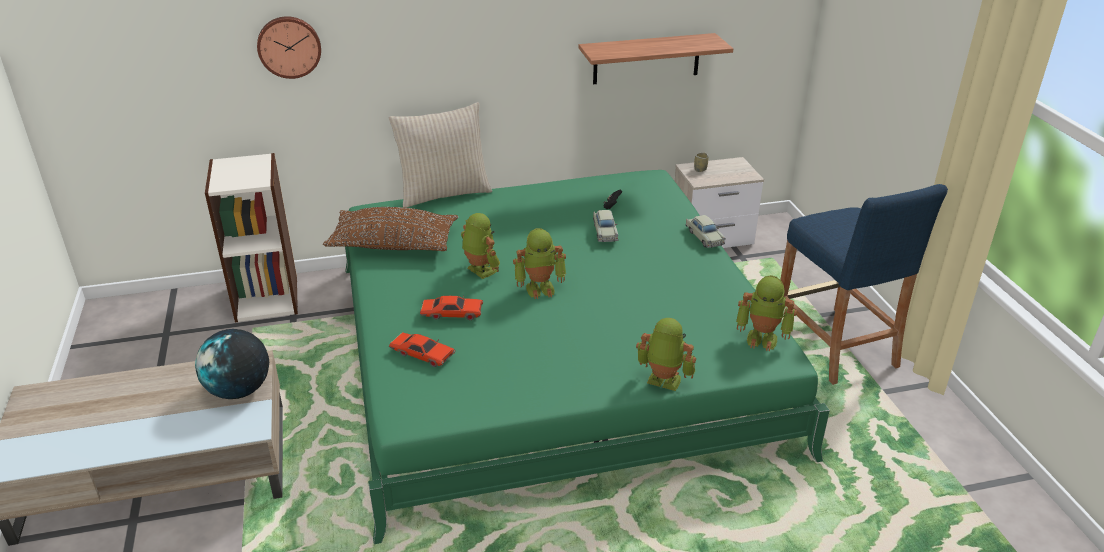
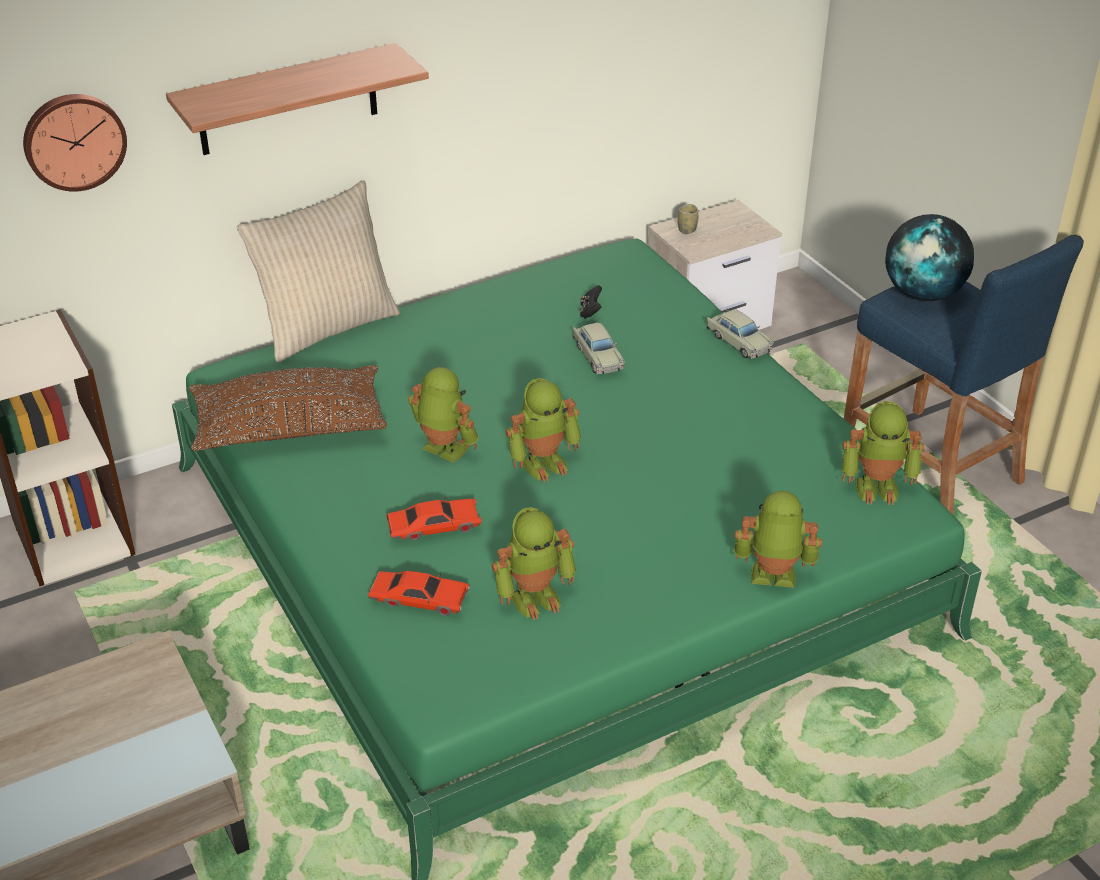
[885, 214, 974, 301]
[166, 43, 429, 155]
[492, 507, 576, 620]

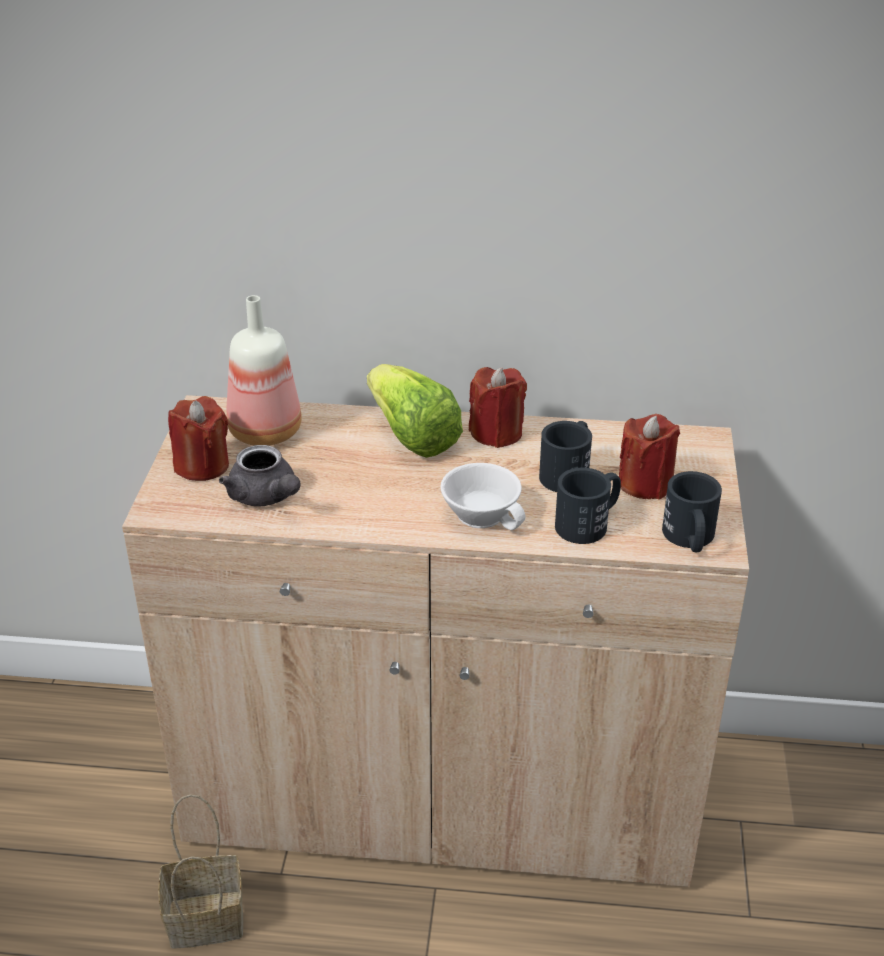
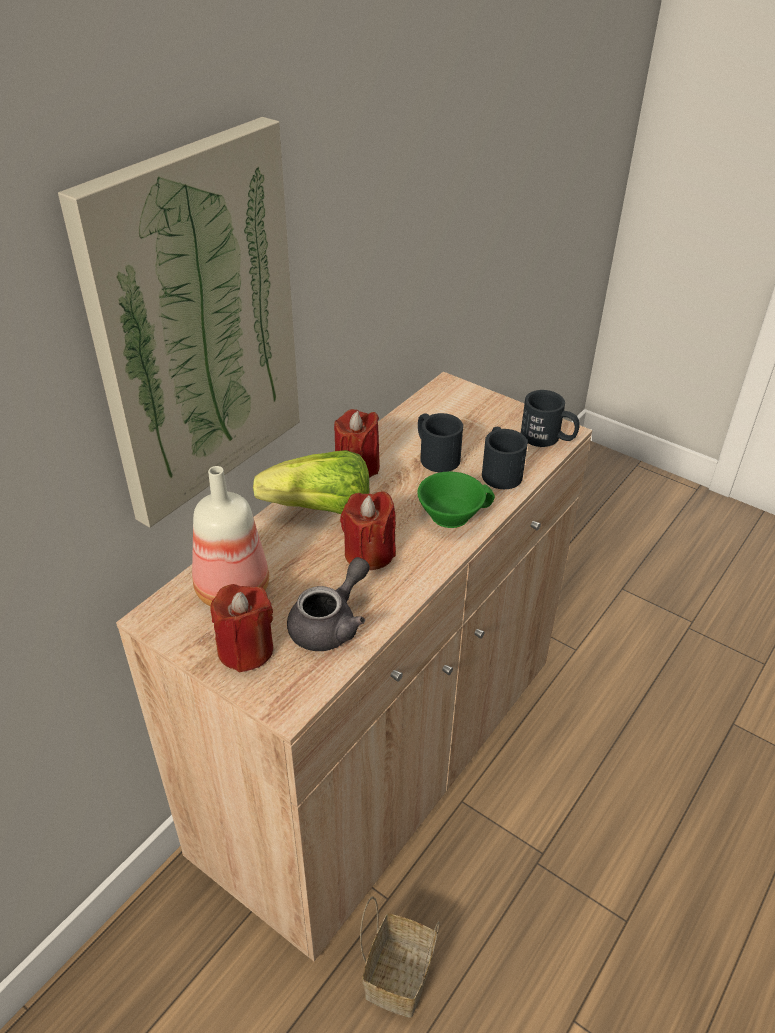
[287, 557, 370, 651]
[417, 471, 495, 528]
[340, 491, 396, 570]
[58, 117, 300, 528]

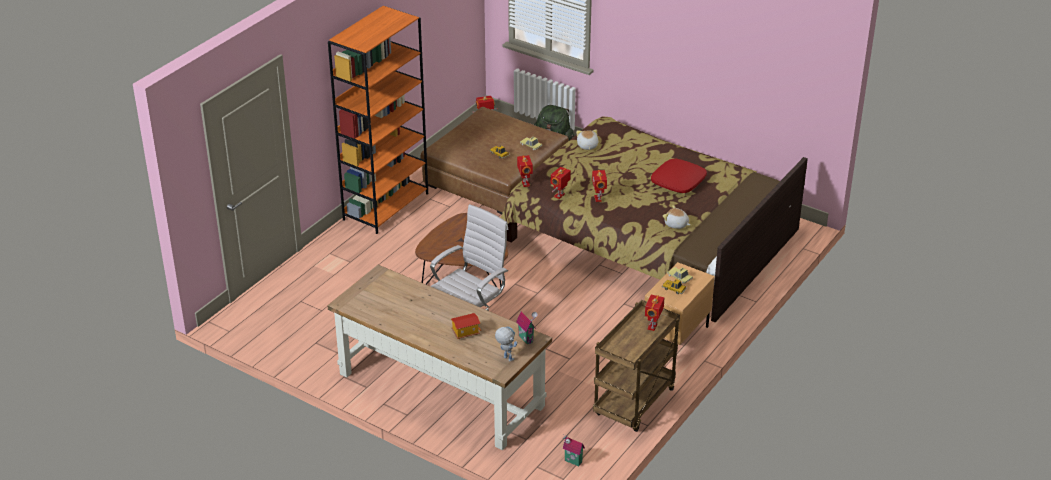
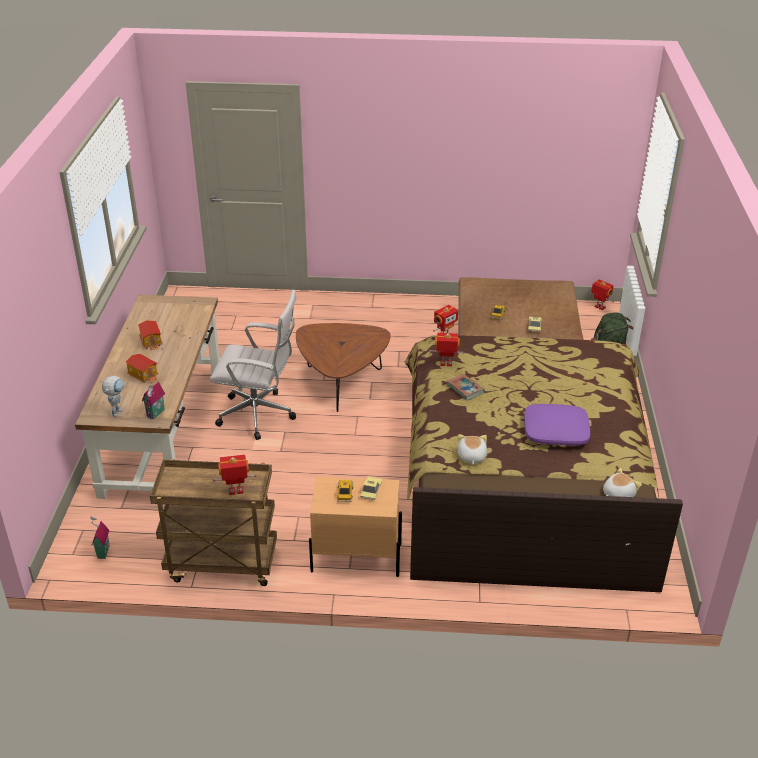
[328, 6, 428, 234] (first image)
[603, 468, 642, 497]
[447, 374, 485, 400]
[524, 404, 591, 445]
[138, 320, 163, 350]

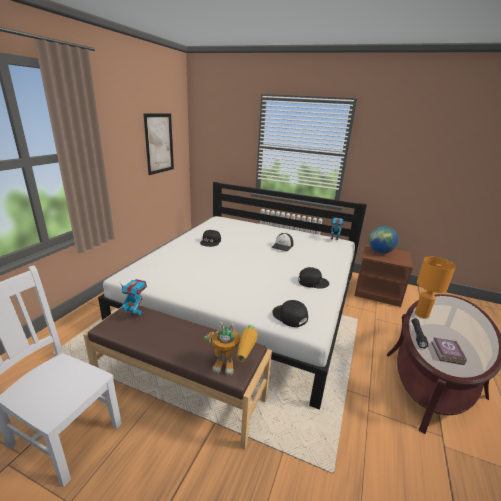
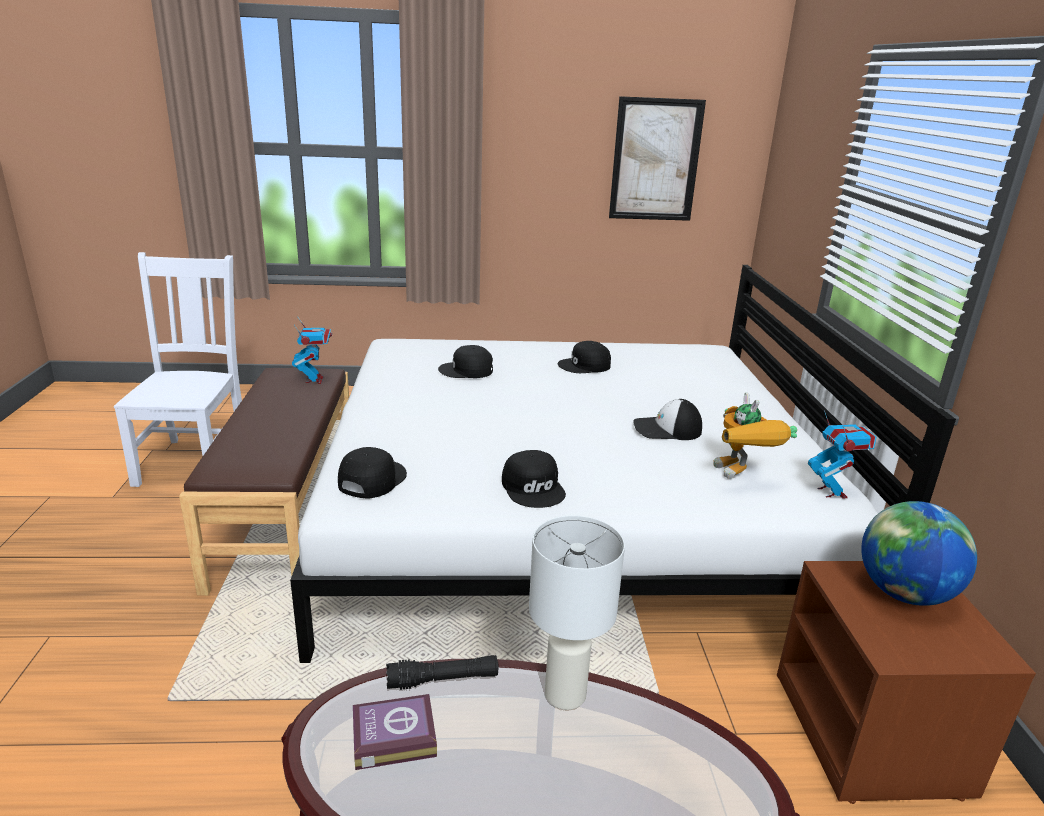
[713, 392, 797, 479]
[529, 515, 625, 710]
[438, 345, 493, 378]

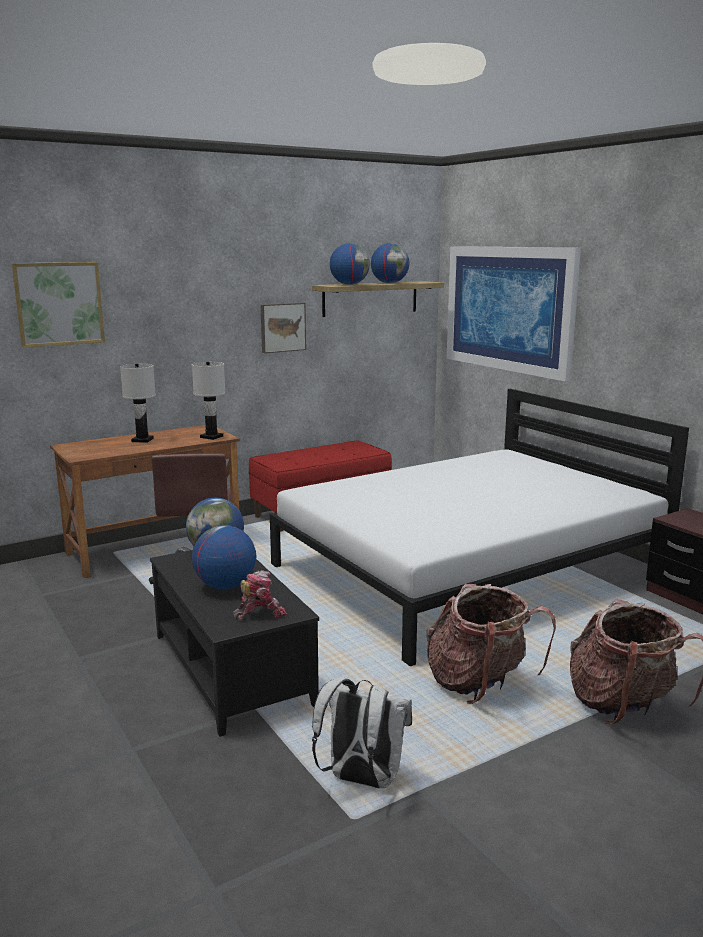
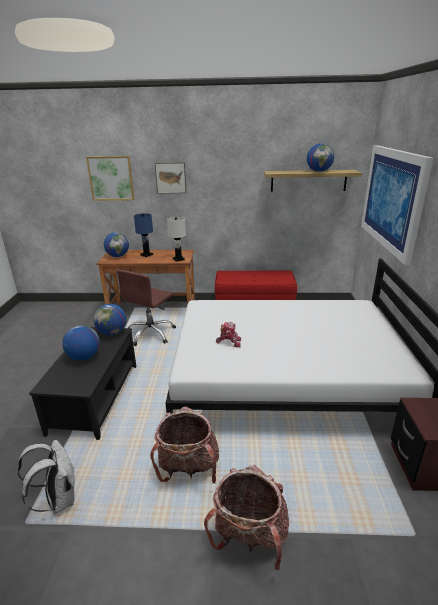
[134, 213, 153, 257]
[216, 322, 241, 347]
[155, 162, 187, 194]
[104, 233, 129, 257]

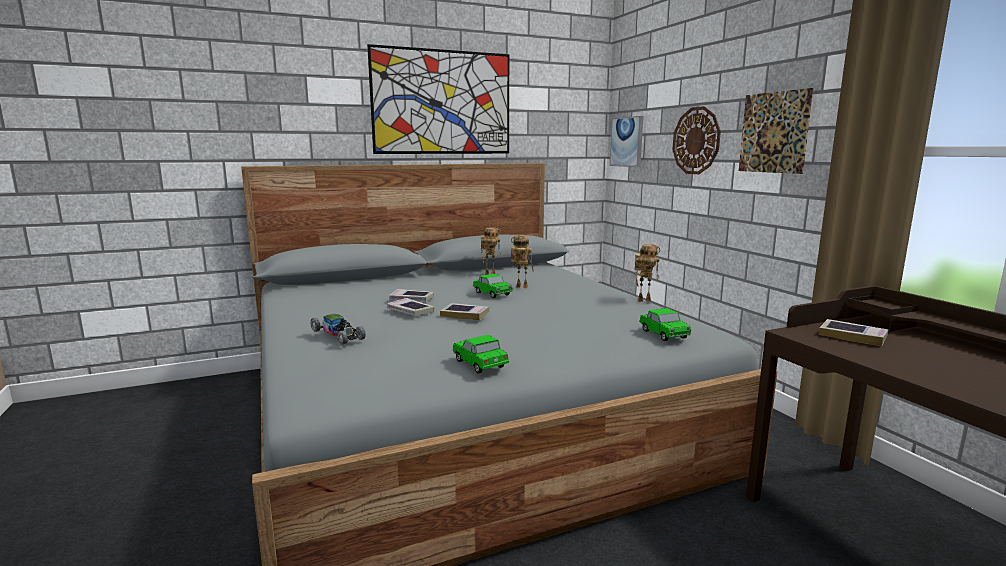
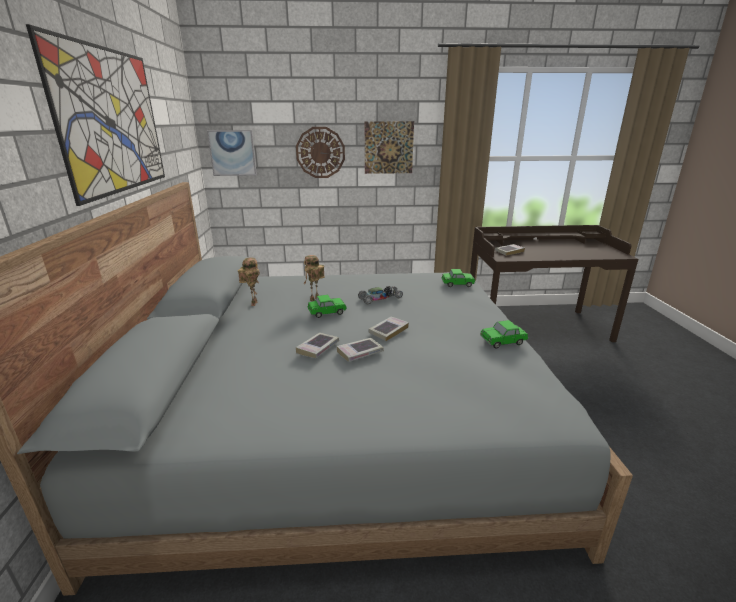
[358, 286, 403, 304]
[634, 244, 660, 302] (first image)

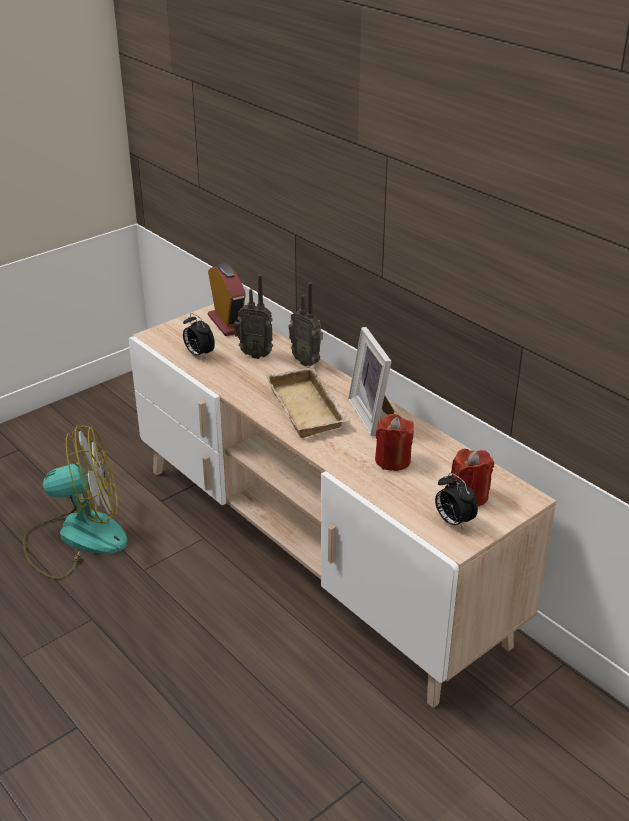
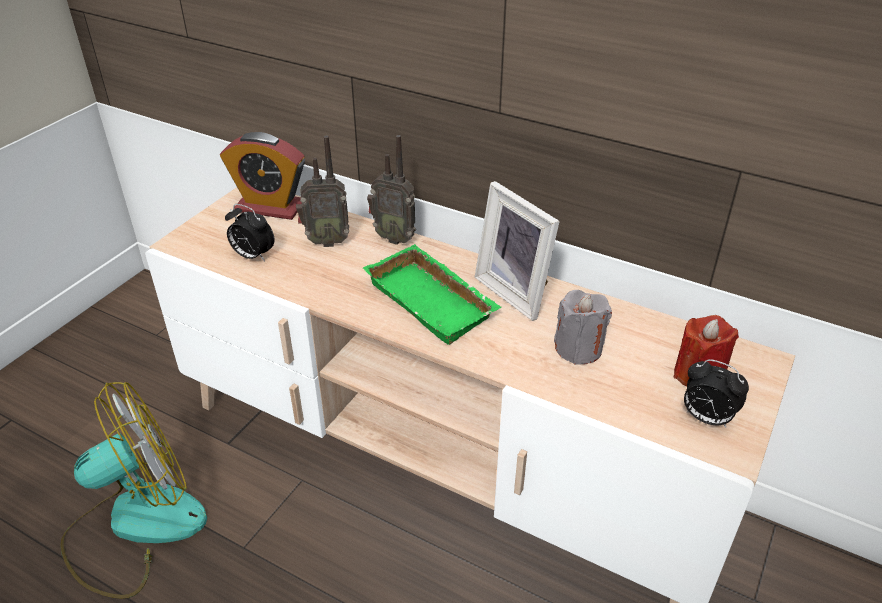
[220, 132, 305, 220]
[363, 244, 501, 345]
[554, 290, 612, 365]

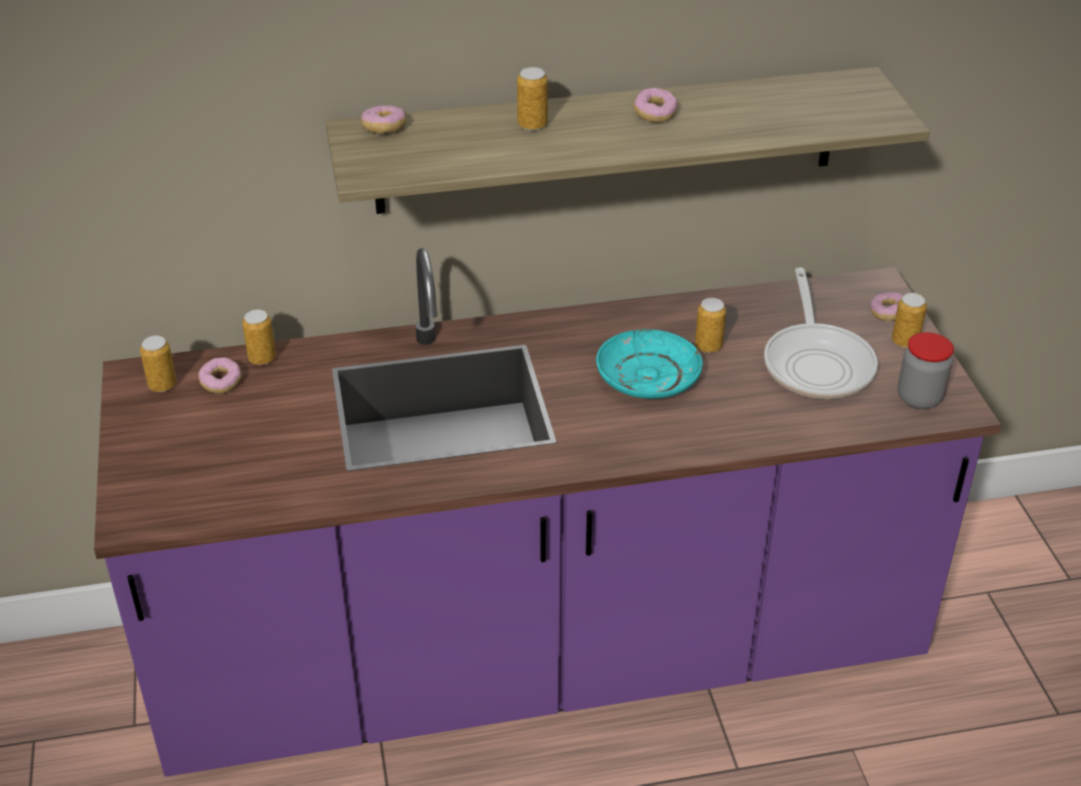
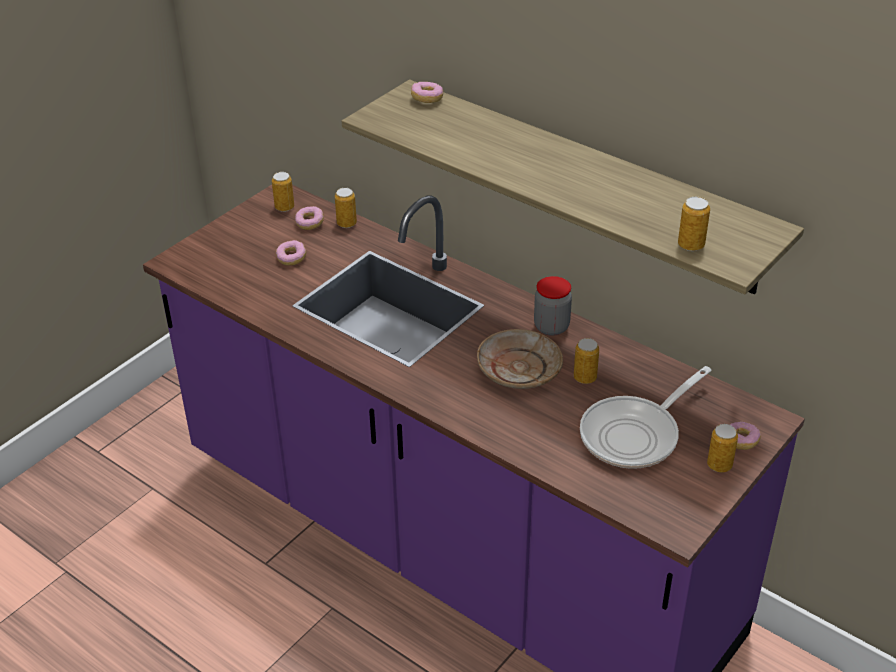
[678, 197, 710, 251]
[477, 329, 563, 389]
[276, 240, 306, 266]
[534, 276, 572, 336]

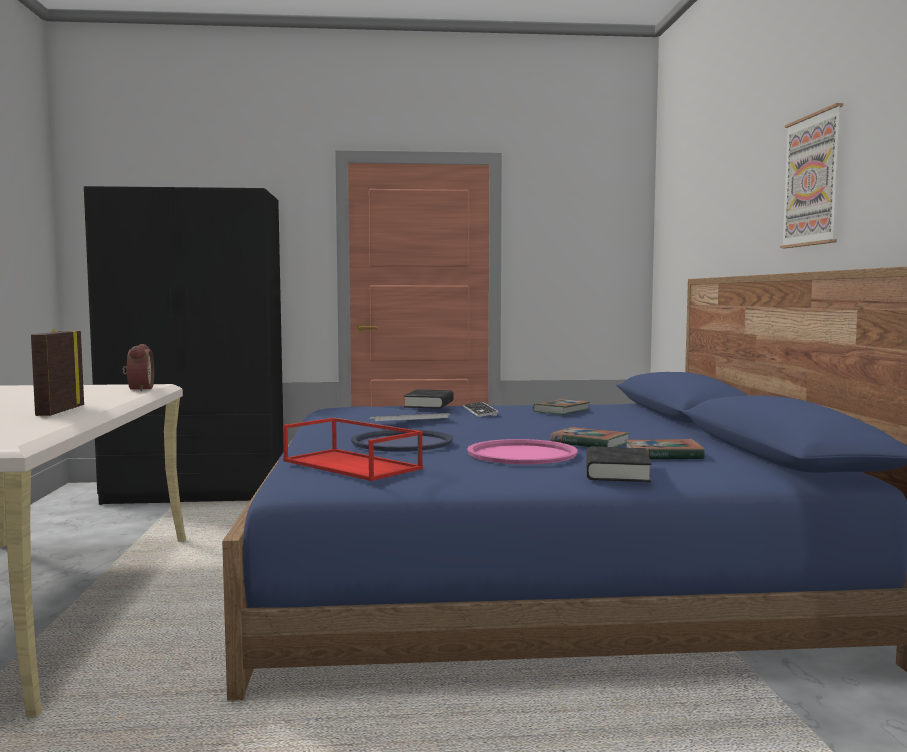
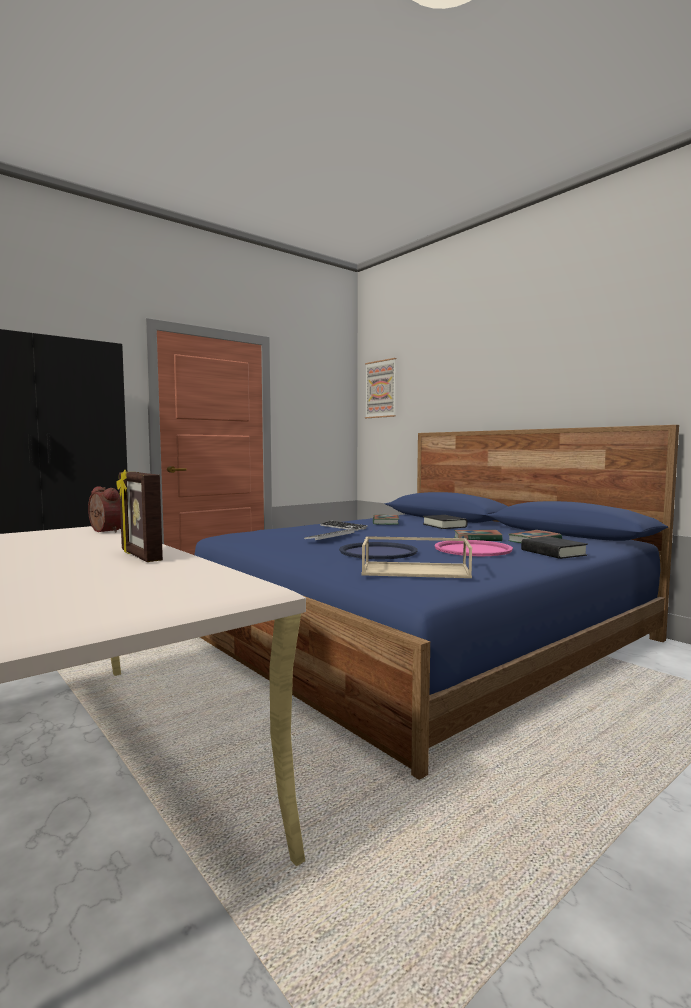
[362, 536, 472, 578]
[423, 515, 467, 529]
[365, 358, 396, 418]

